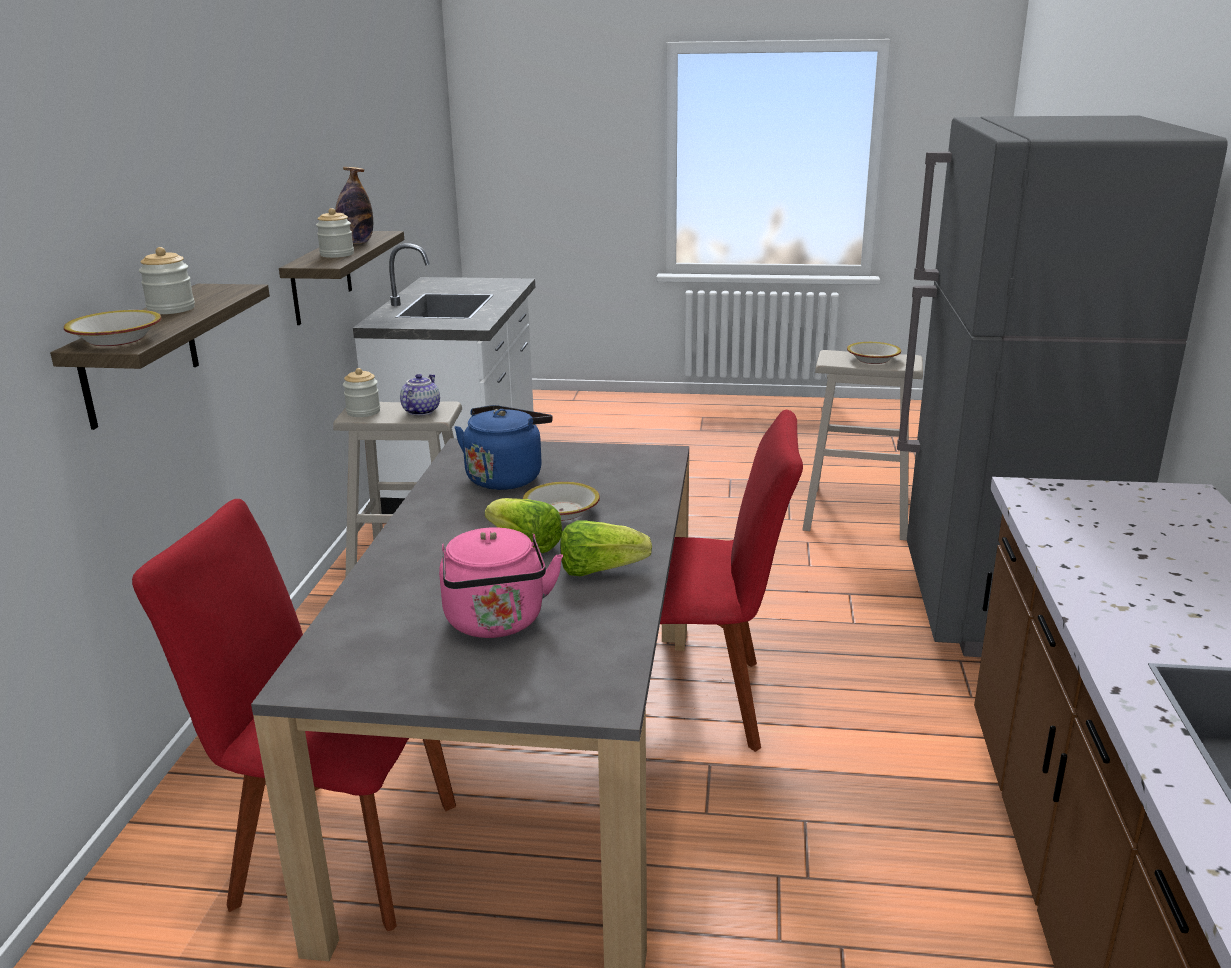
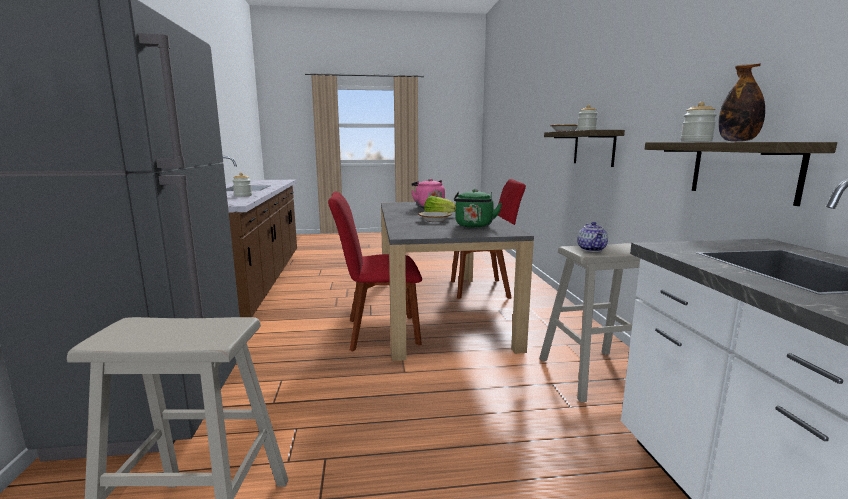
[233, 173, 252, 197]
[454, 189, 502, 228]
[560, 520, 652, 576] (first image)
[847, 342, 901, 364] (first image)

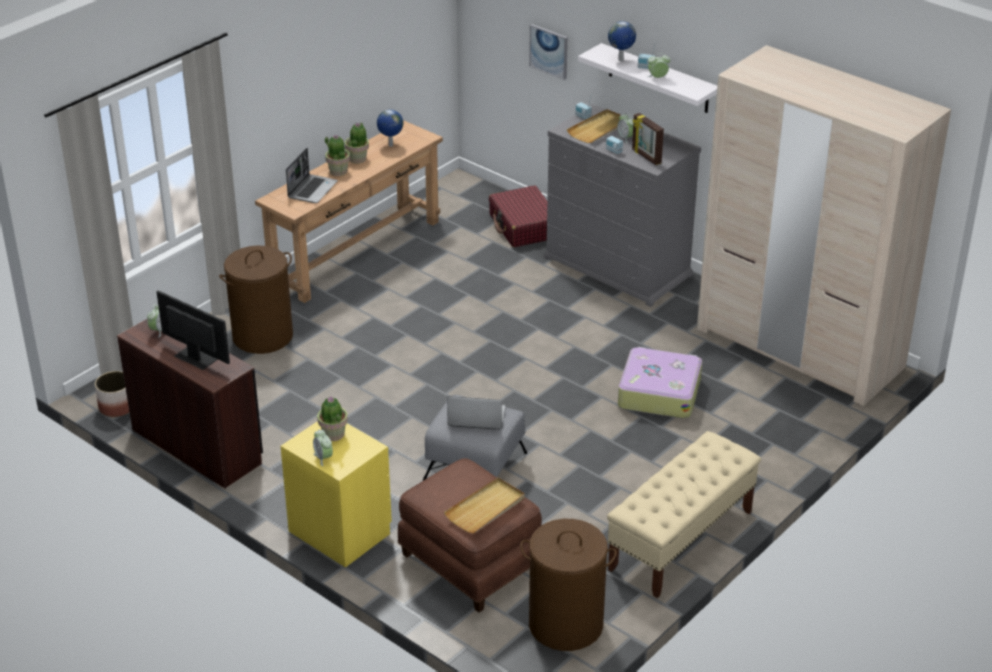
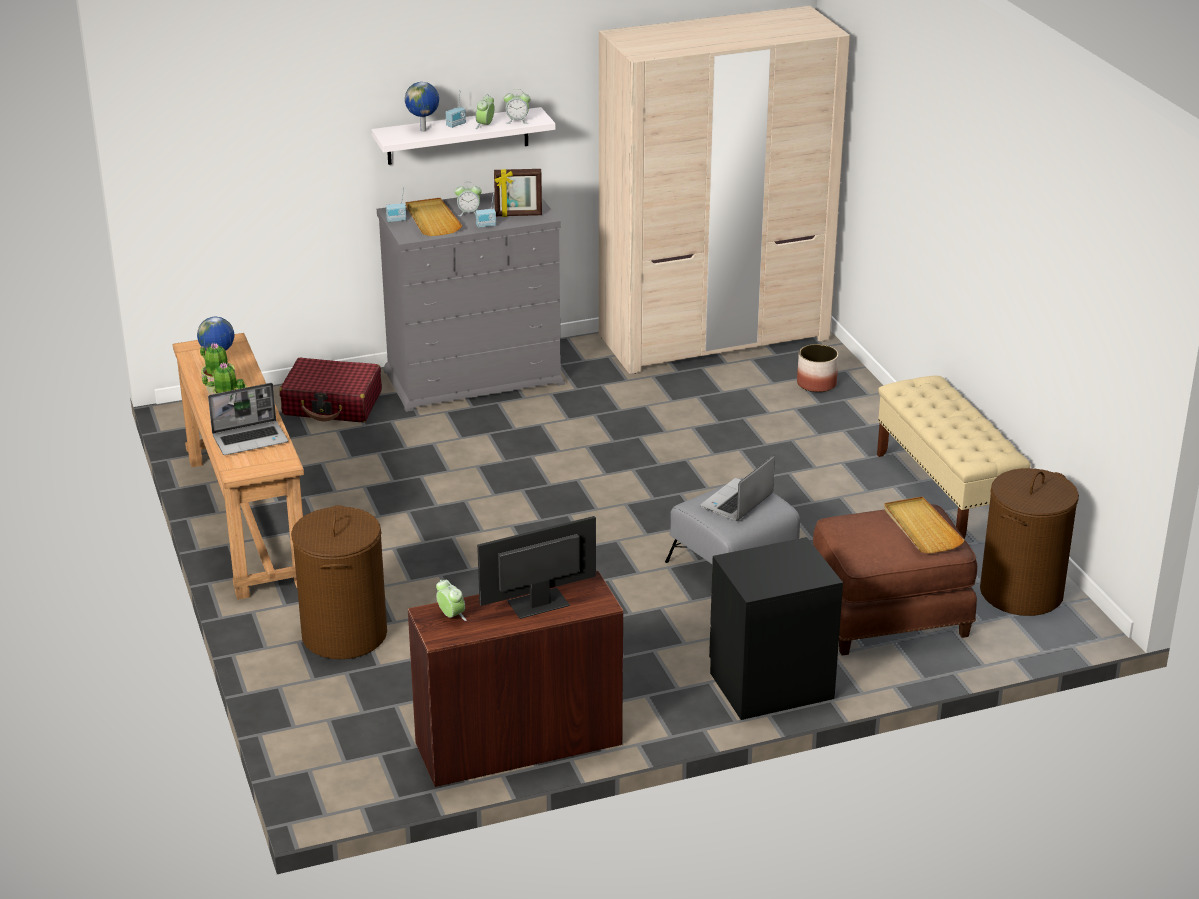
[797, 344, 838, 392]
[709, 537, 843, 720]
[208, 383, 288, 455]
[503, 89, 531, 124]
[317, 397, 348, 441] (first image)
[529, 24, 568, 80] (first image)
[618, 347, 702, 419] (first image)

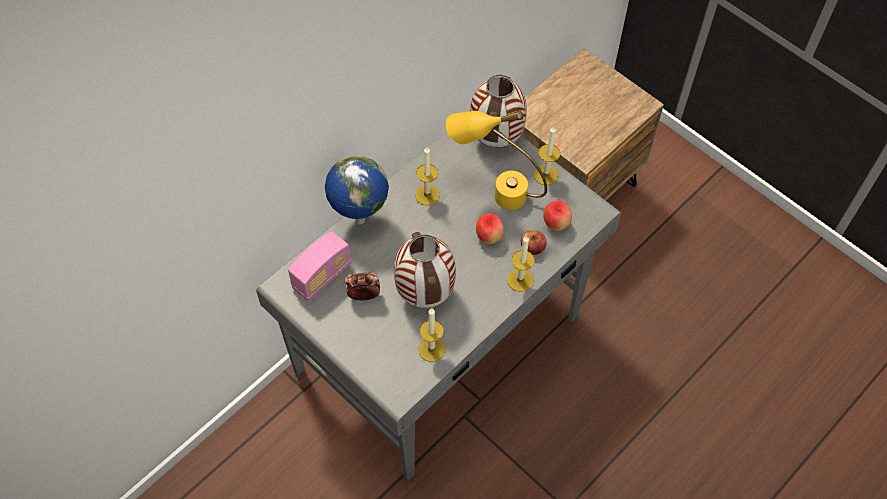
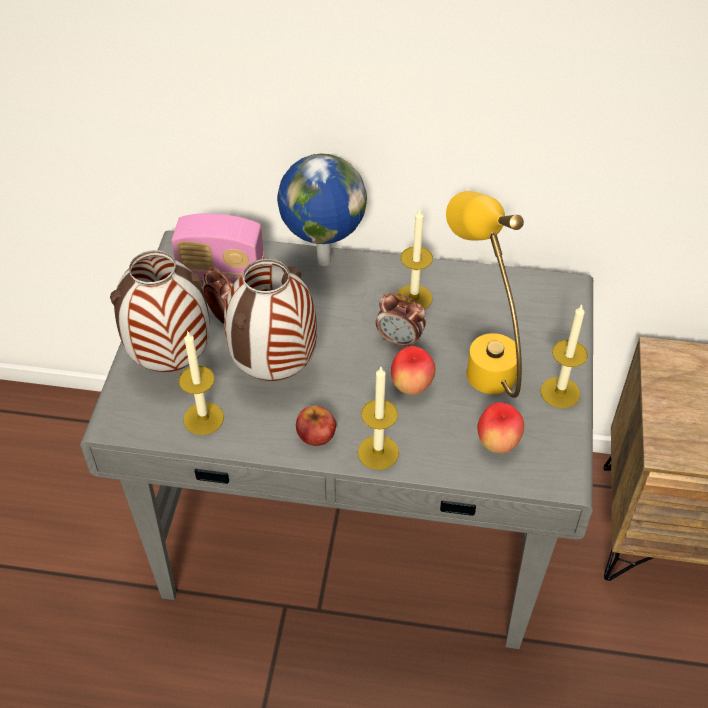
[110, 250, 210, 372]
[296, 405, 336, 446]
[376, 293, 426, 346]

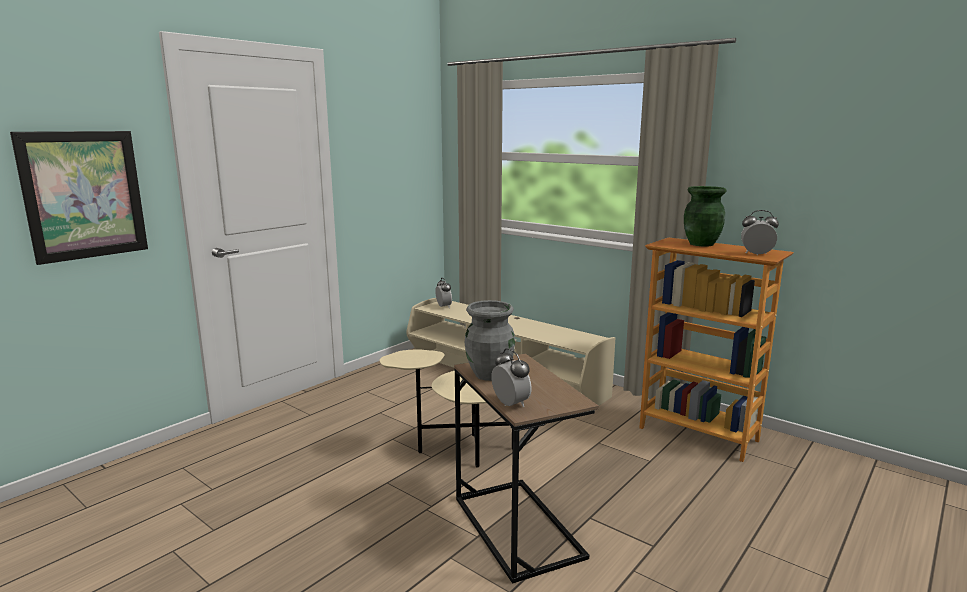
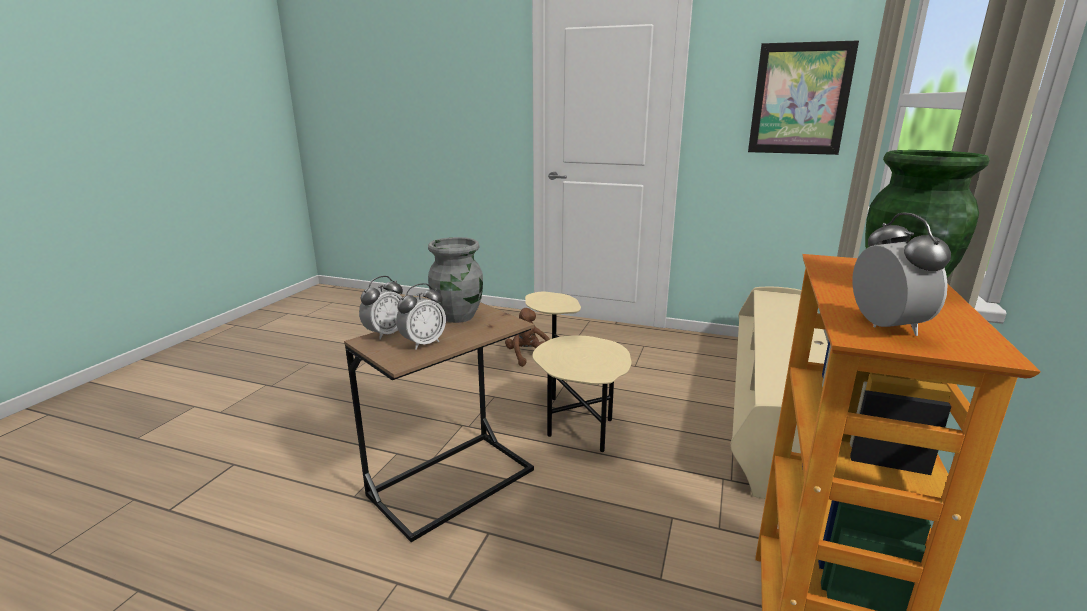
[748, 40, 859, 155]
[396, 283, 446, 350]
[505, 308, 550, 367]

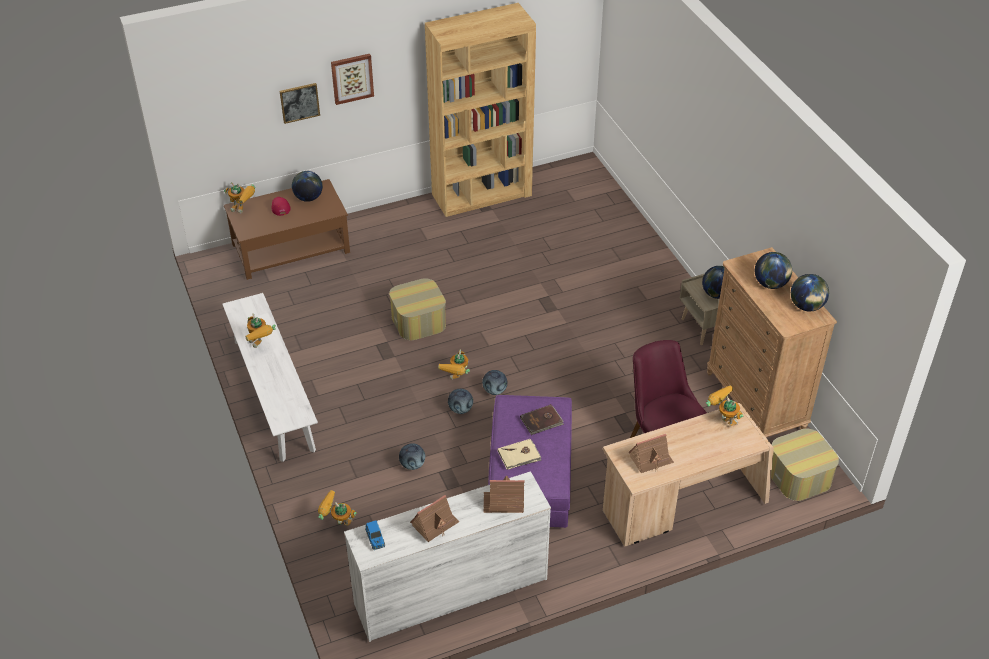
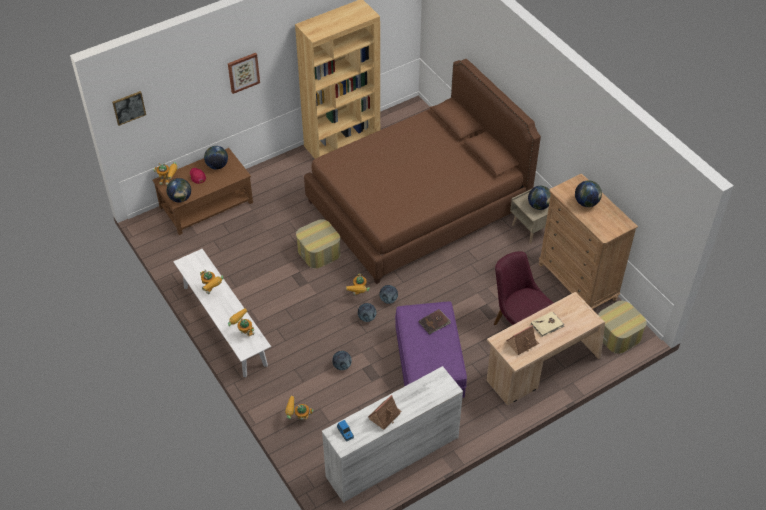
[112, 91, 146, 126]
[484, 476, 525, 513] (first image)
[531, 312, 565, 337]
[228, 308, 254, 336]
[167, 178, 191, 203]
[304, 59, 541, 284]

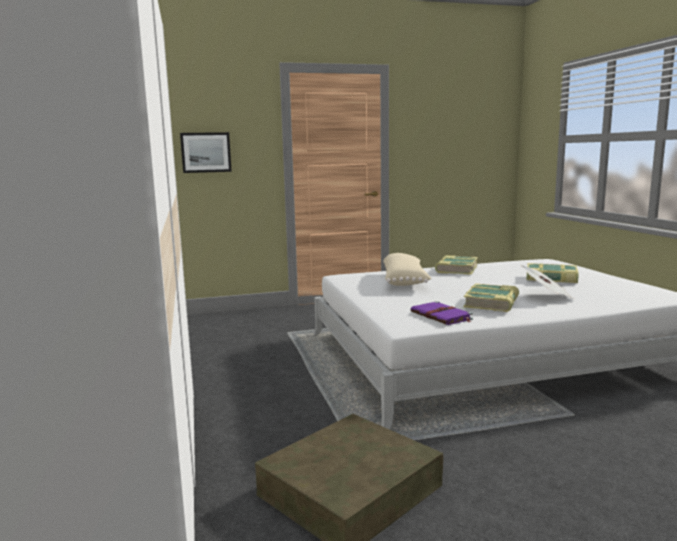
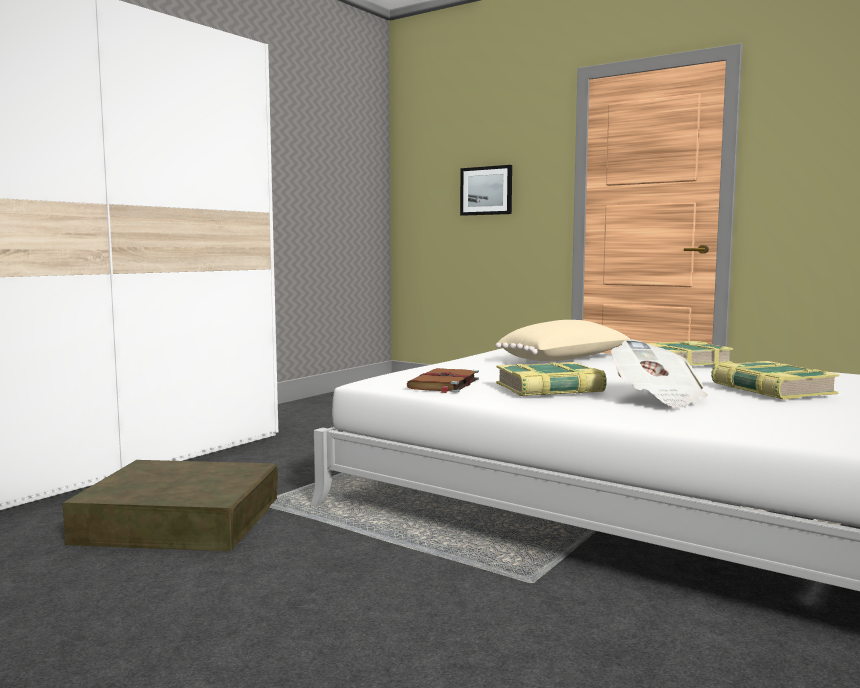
[407, 368, 479, 393]

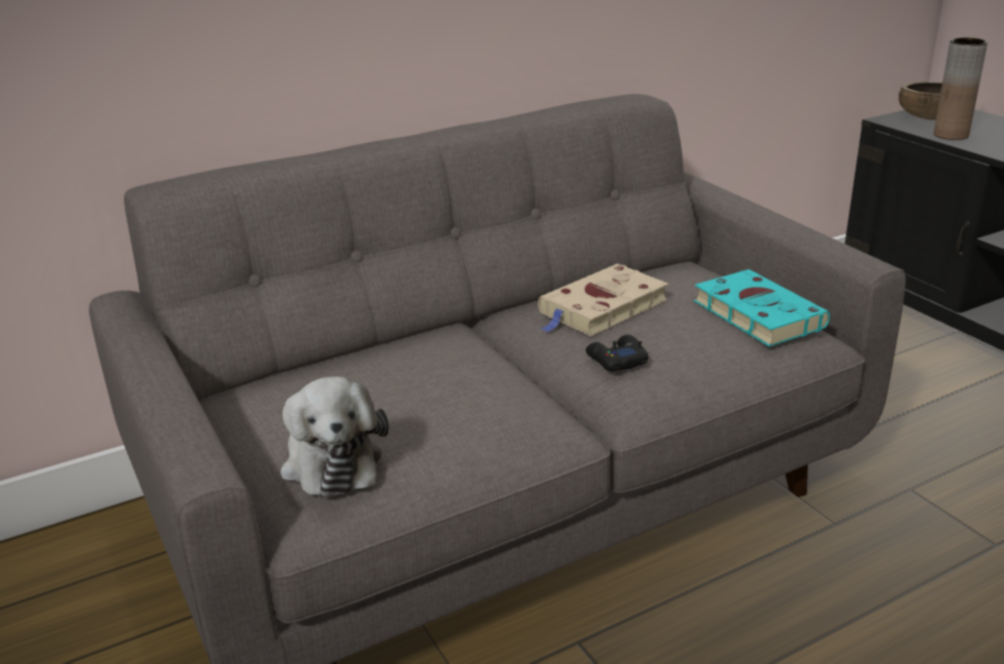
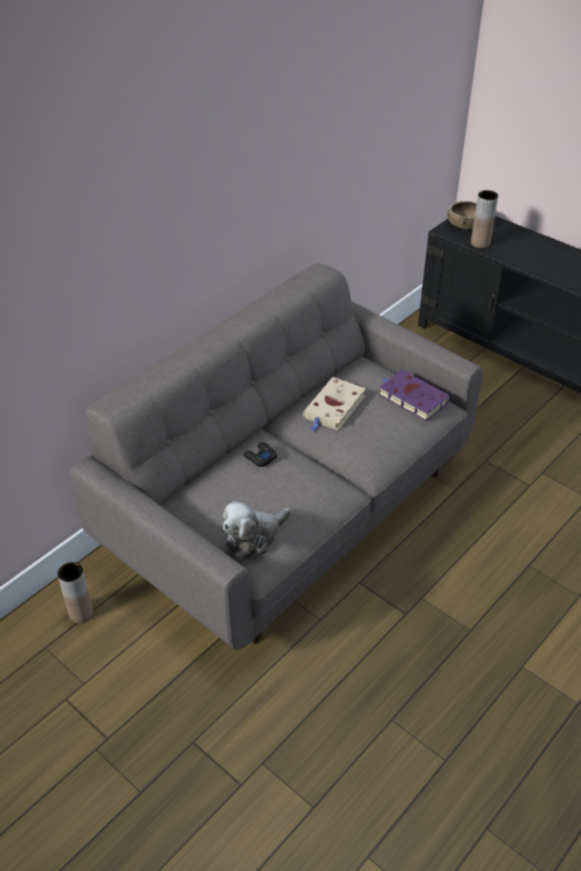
[223, 501, 291, 559]
[243, 442, 277, 467]
[379, 370, 450, 421]
[58, 562, 93, 623]

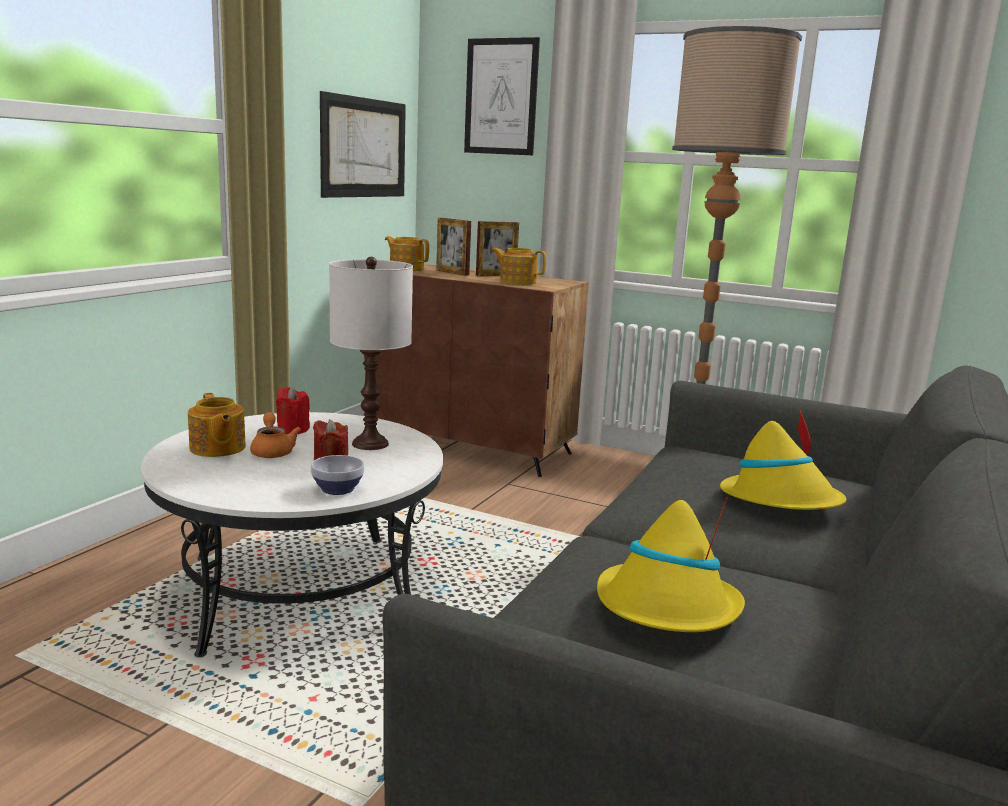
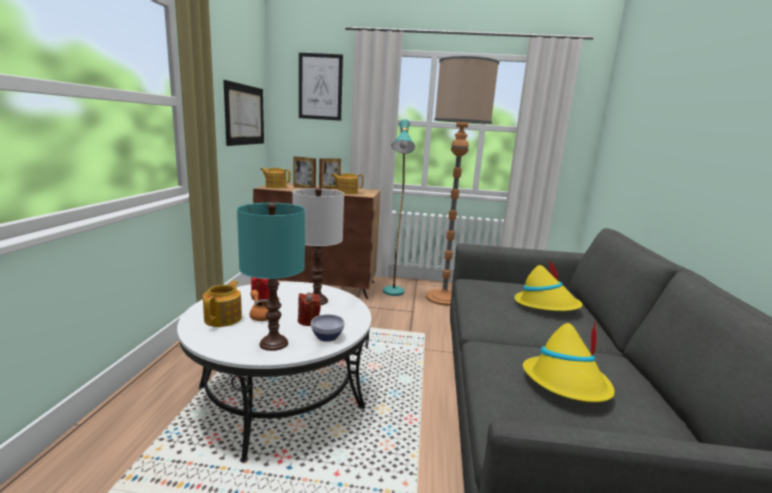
[203, 281, 242, 327]
[237, 203, 305, 351]
[383, 119, 415, 296]

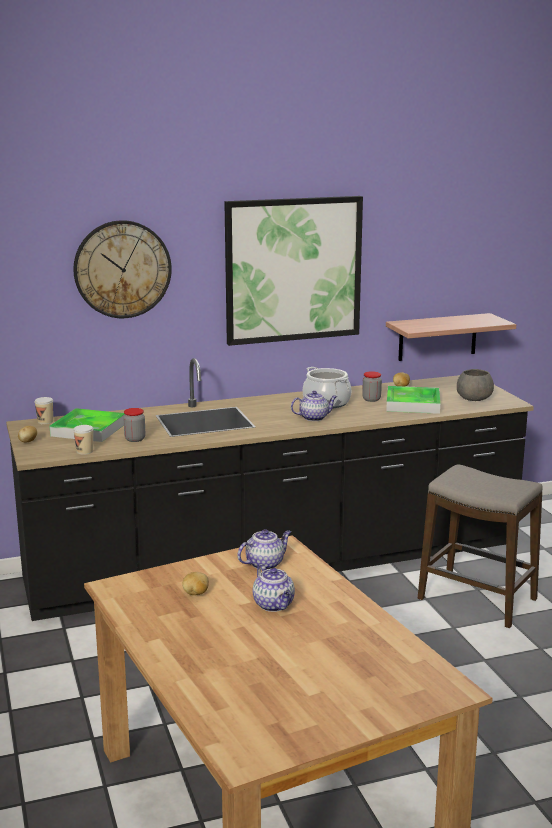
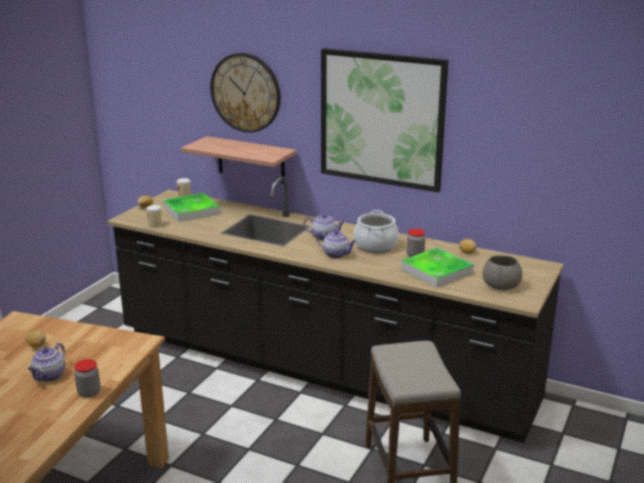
[74, 359, 100, 398]
[303, 214, 345, 240]
[181, 136, 297, 183]

